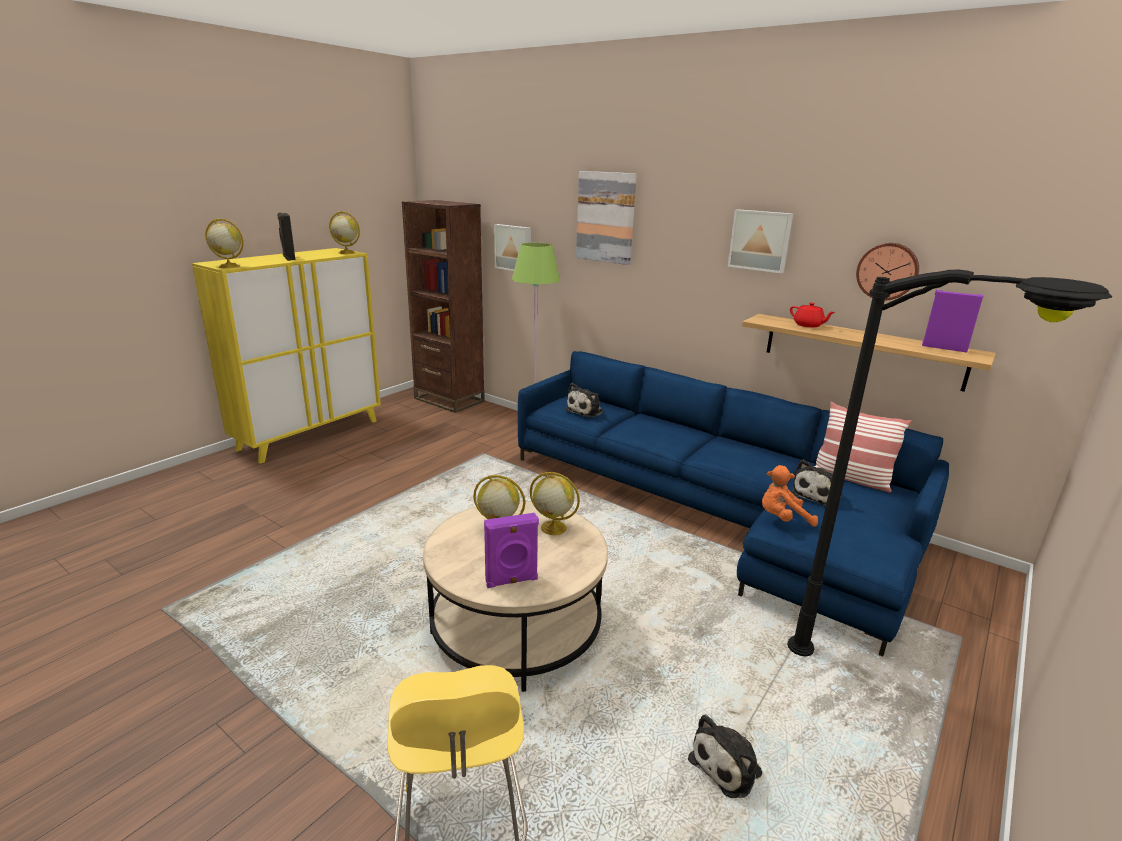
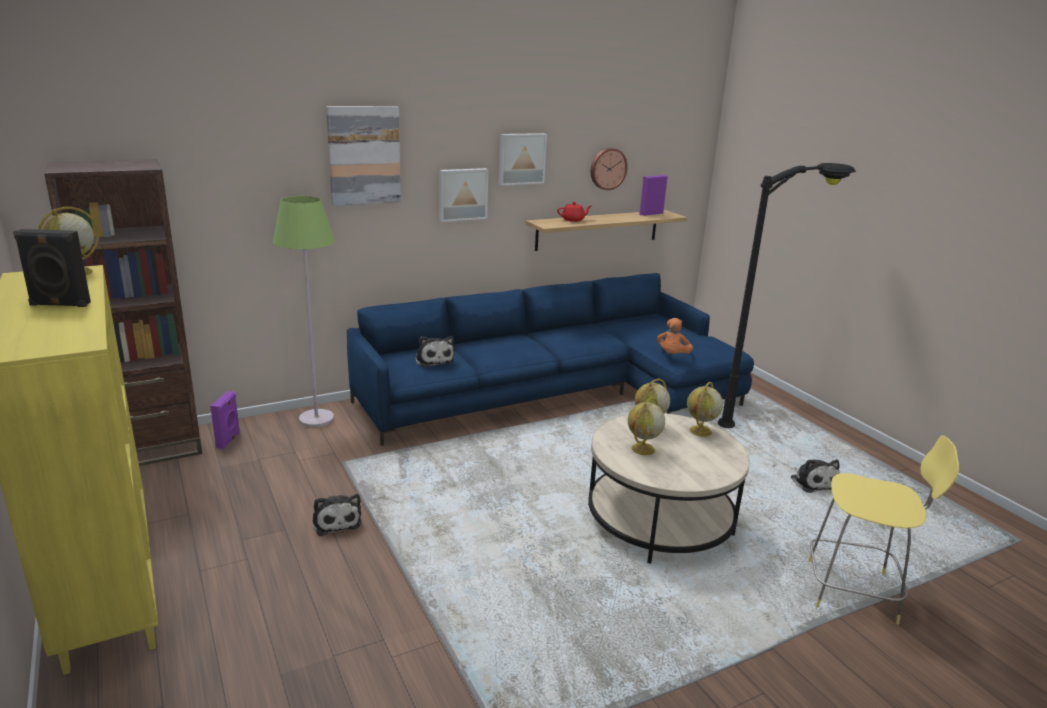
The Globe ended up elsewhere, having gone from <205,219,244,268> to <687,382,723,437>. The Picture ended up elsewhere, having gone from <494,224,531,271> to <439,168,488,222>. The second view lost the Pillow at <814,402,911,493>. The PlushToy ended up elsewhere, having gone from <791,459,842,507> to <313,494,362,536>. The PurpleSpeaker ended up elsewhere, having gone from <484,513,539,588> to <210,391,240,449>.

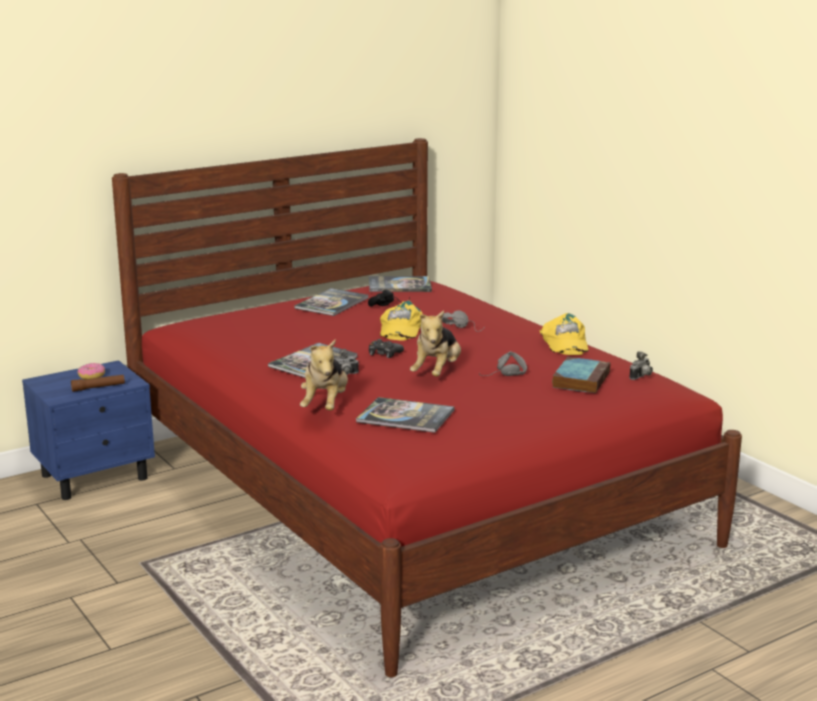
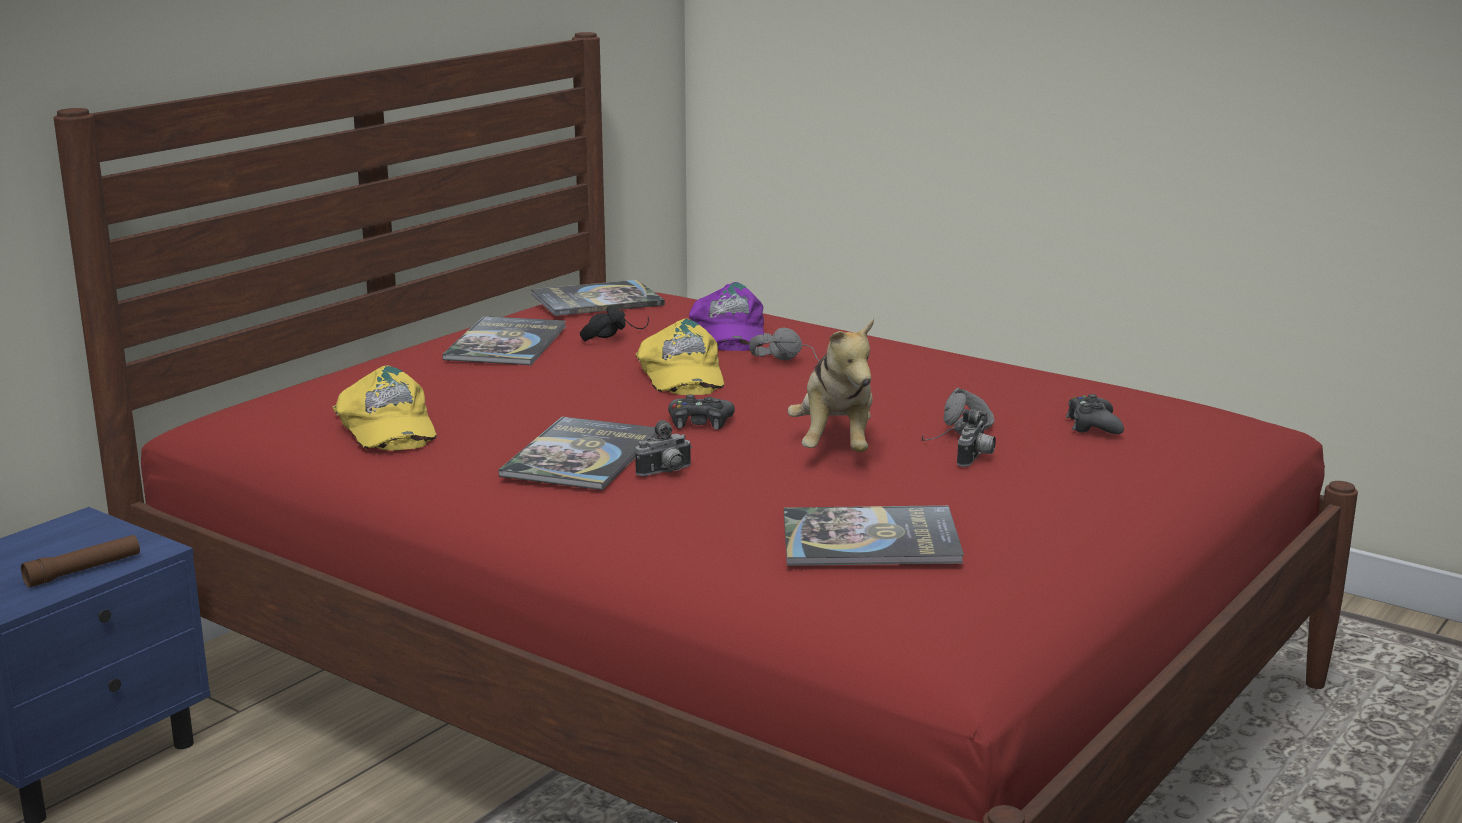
The YellowCap ended up elsewhere, having gone from <540,313,589,355> to <332,366,437,451>. The second view lost the PlushToy at <300,340,348,410>. The PhotoCamera ended up elsewhere, having gone from <629,351,653,380> to <957,409,996,467>. Where the Book stood at <552,357,610,394>, the BlackGameController came to stand at <1066,394,1124,434>. The second view lost the Donut at <77,363,105,379>. The second view gained the PurpleCap at <689,282,764,351>.

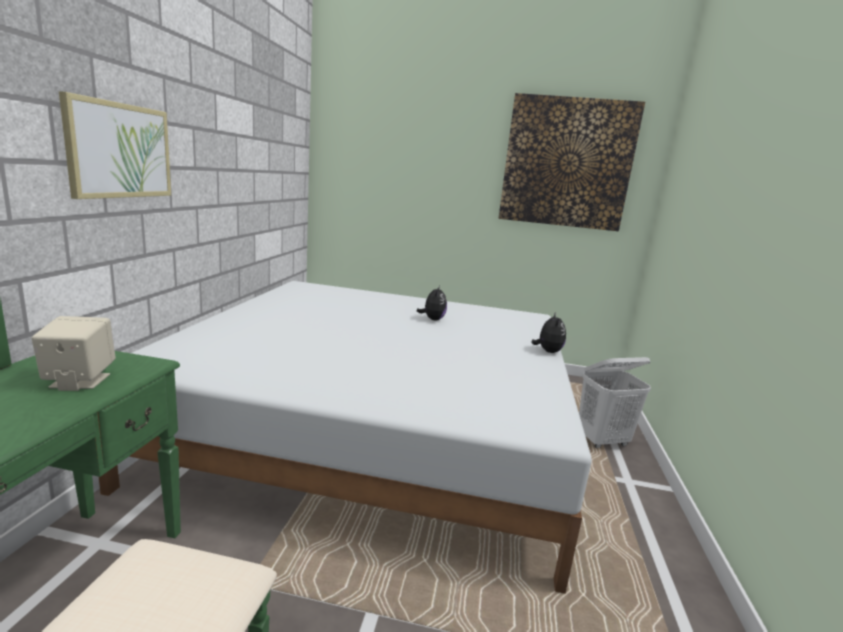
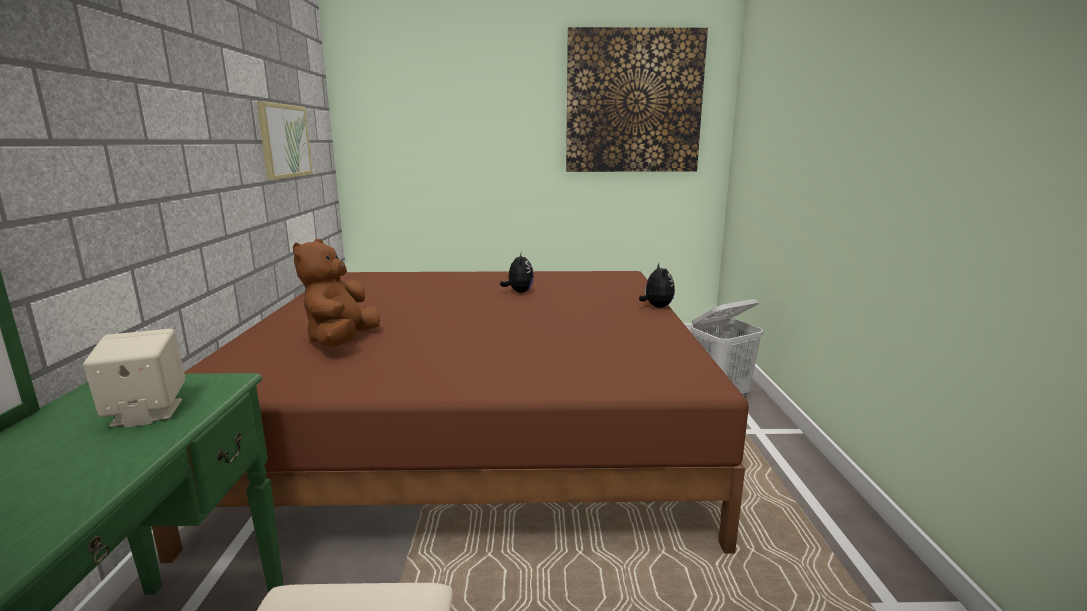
The Picture ended up elsewhere, having gone from <59,91,171,199> to <257,101,313,180>. What was the WhiteBed at <99,281,592,594> turned into the BrownBed at <152,271,749,563>. The second view gained the BrownPlushToy at <293,239,380,346>.

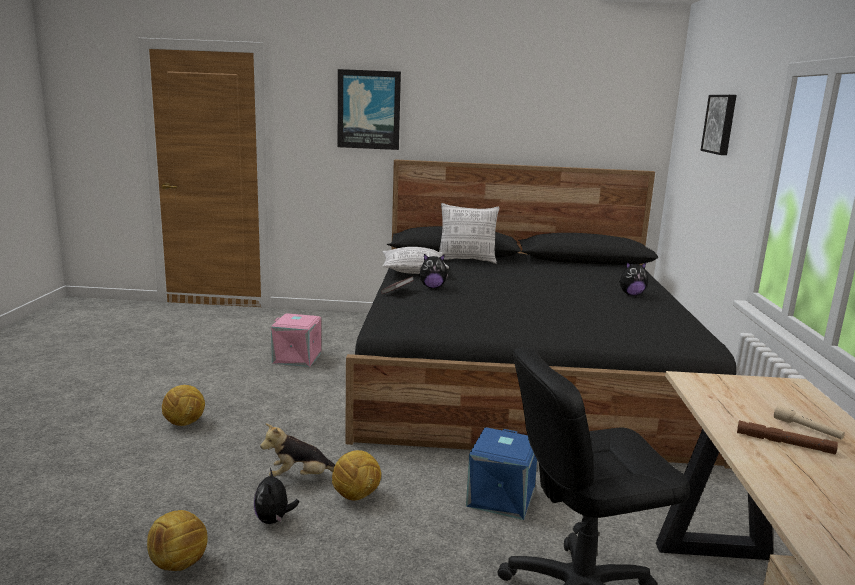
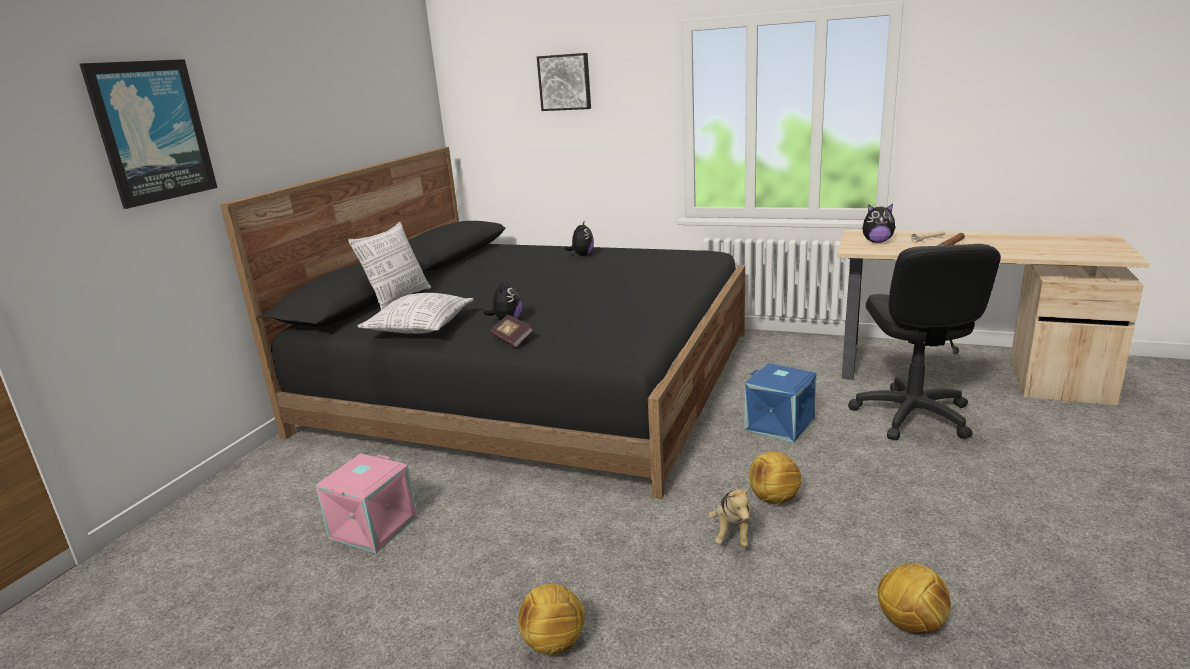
The PlushToy ended up elsewhere, having gone from <254,468,299,524> to <862,204,896,243>.

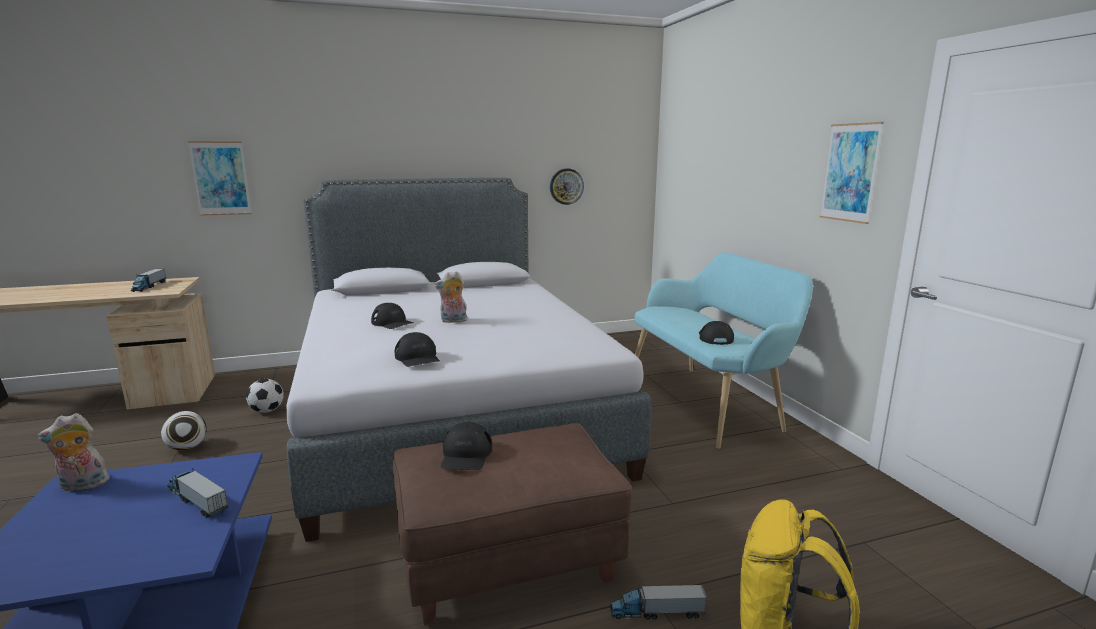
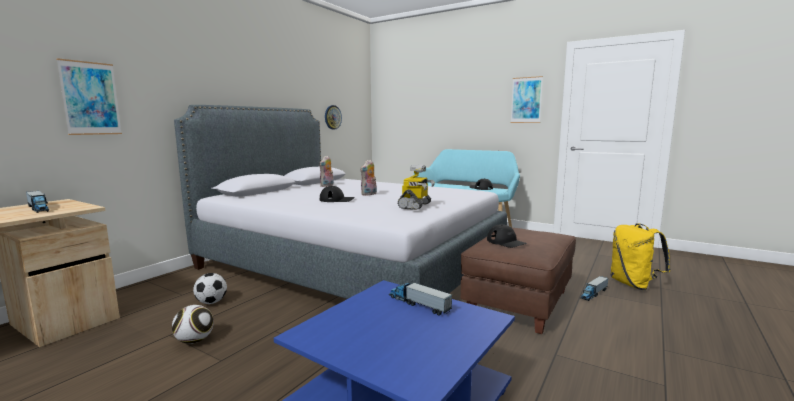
Where the BlackCap stood at <395,332,440,367>, the ToyRobot came to stand at <397,165,435,210>. The PlushToy ended up elsewhere, having gone from <38,413,109,492> to <319,155,334,187>. The ToyTruck at <167,468,228,518> ended up facing another way, 45 degrees clockwise from before.

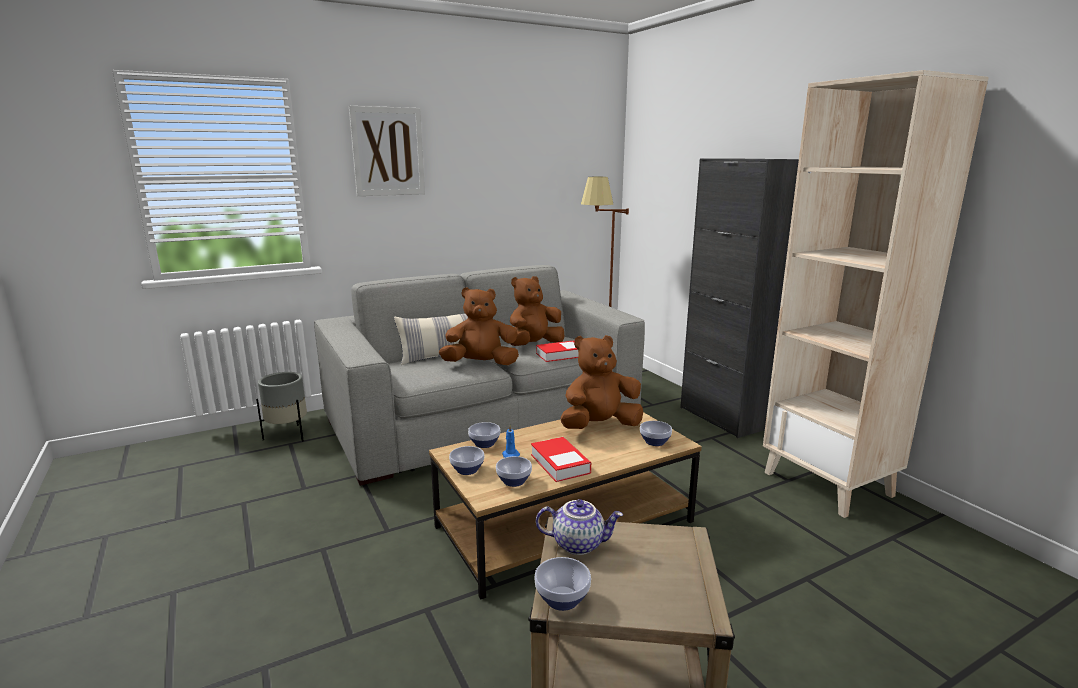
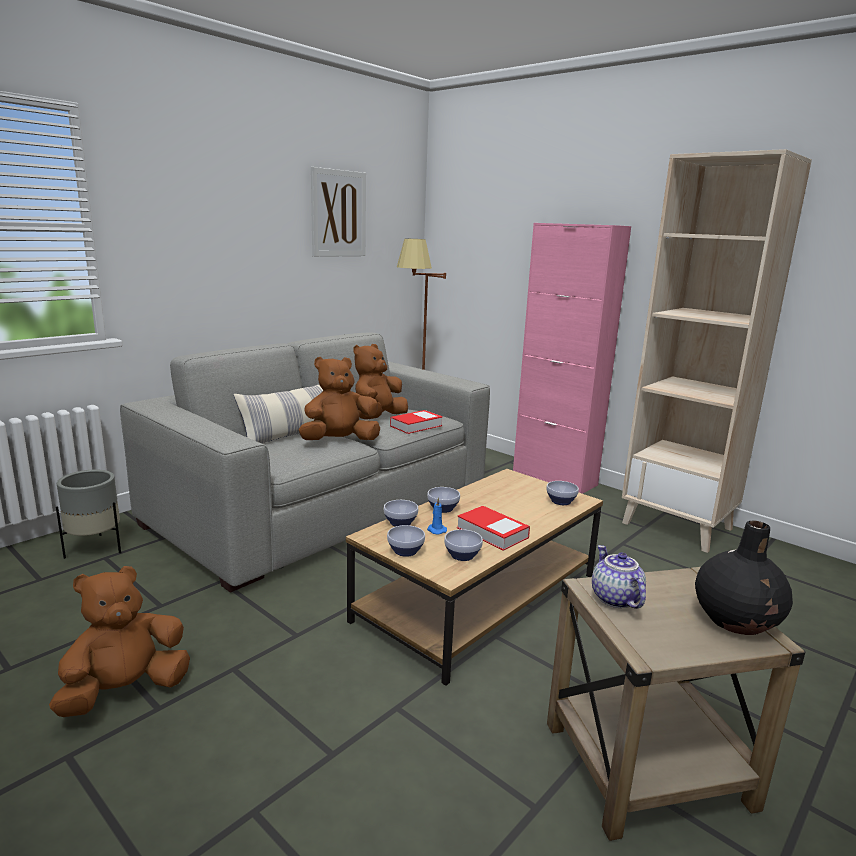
The Picture ended up elsewhere, having gone from <349,106,425,196> to <311,167,366,257>. What was the BlackCabinet at <680,158,799,438> turned into the PinkCabinet at <513,223,631,494>. The BrownPlushToy ended up elsewhere, having gone from <561,335,643,429> to <49,566,190,717>. The Teapot at <536,499,623,555> ended up facing another way, 90 degrees counterclockwise from before. The Bowl ended up elsewhere, having gone from <534,557,591,611> to <427,487,460,513>. The second view gained the BlackVase at <695,521,793,635>.

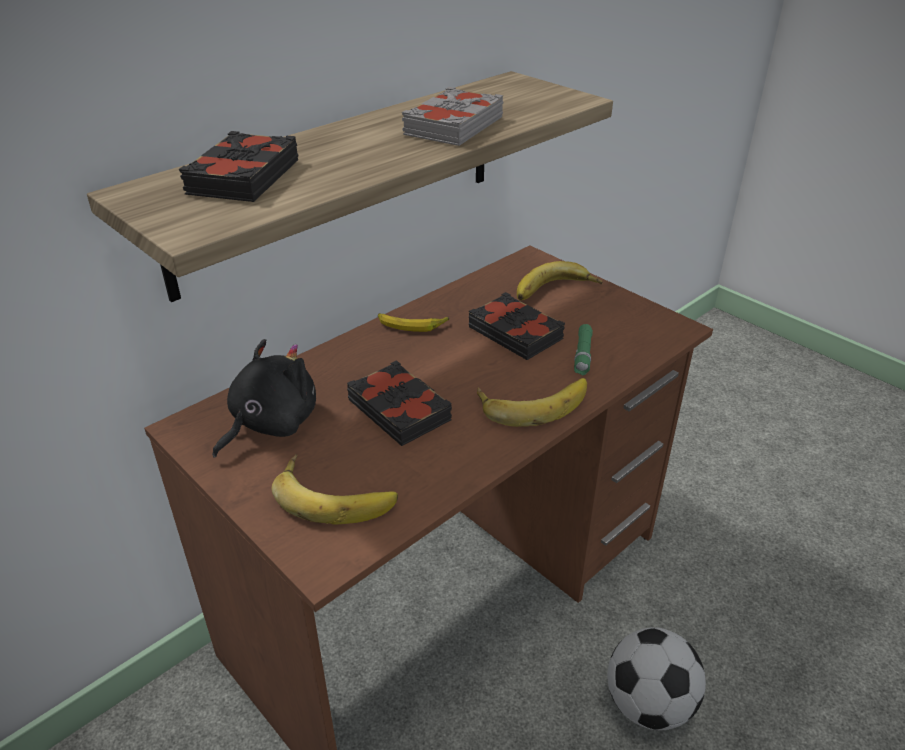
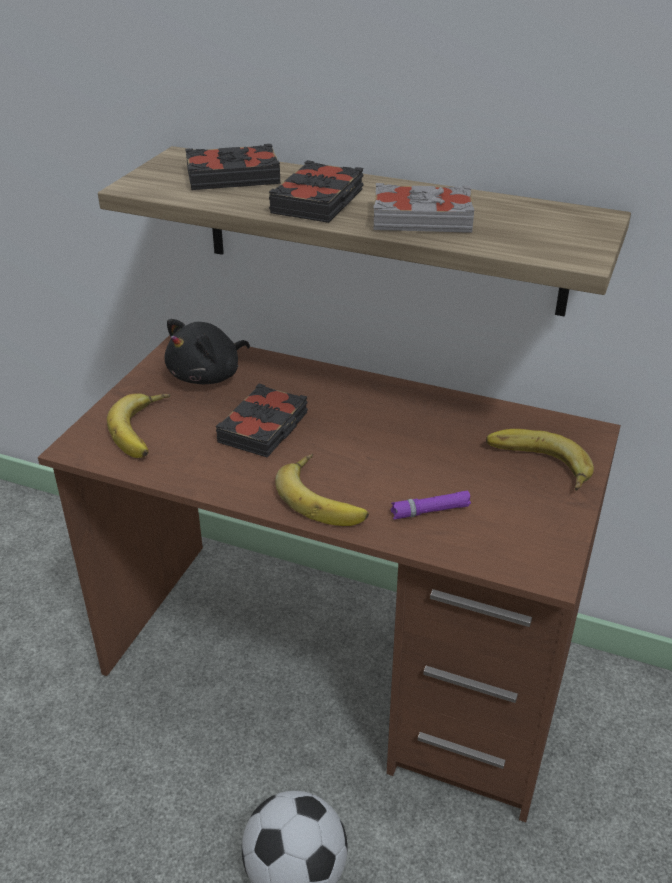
The BlackBook ended up elsewhere, having gone from <469,292,565,360> to <269,160,364,223>. The second view lost the Banana at <378,313,449,332>. What was the GreenFlashlight at <574,324,593,375> turned into the PurpleFlashlight at <391,491,471,519>. The BlackPlushToy at <212,339,316,458> ended up facing another way, 120 degrees clockwise from before.

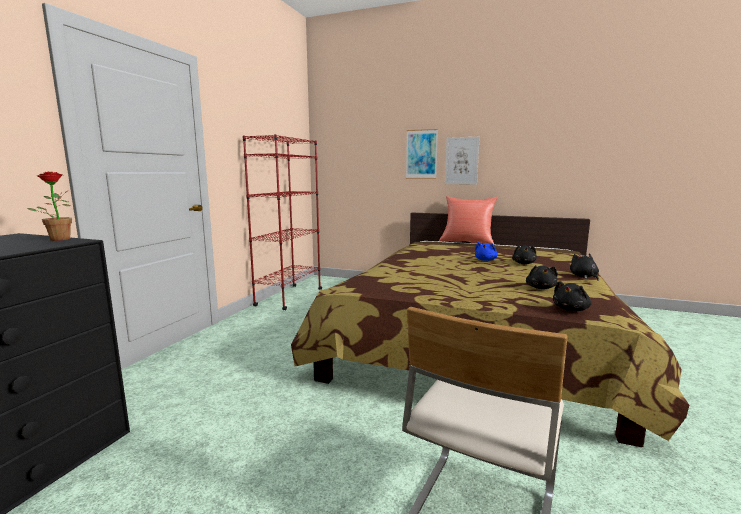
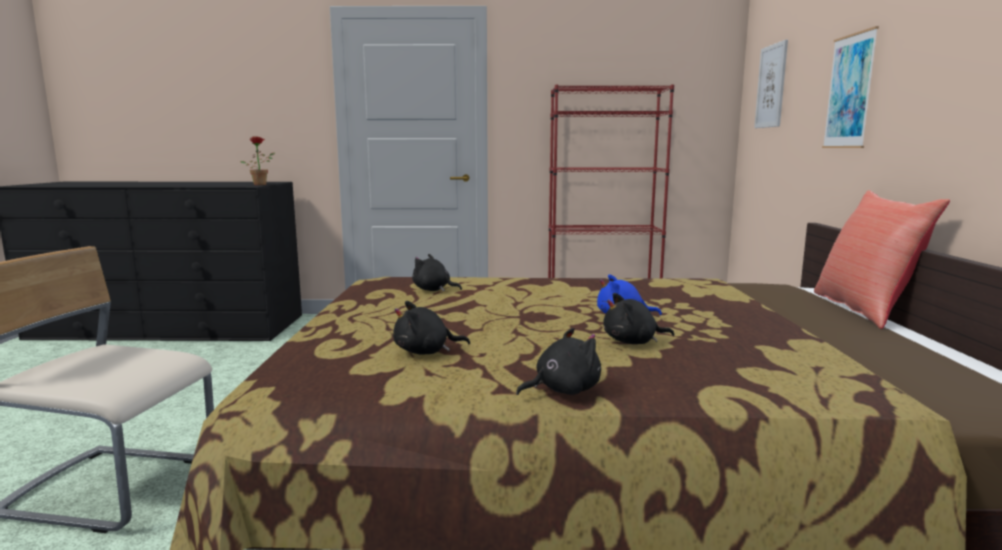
The Picture ended up elsewhere, having gone from <445,137,480,185> to <754,40,788,128>. The BlackPlushToy ended up elsewhere, having gone from <553,281,592,311> to <412,254,462,291>.

